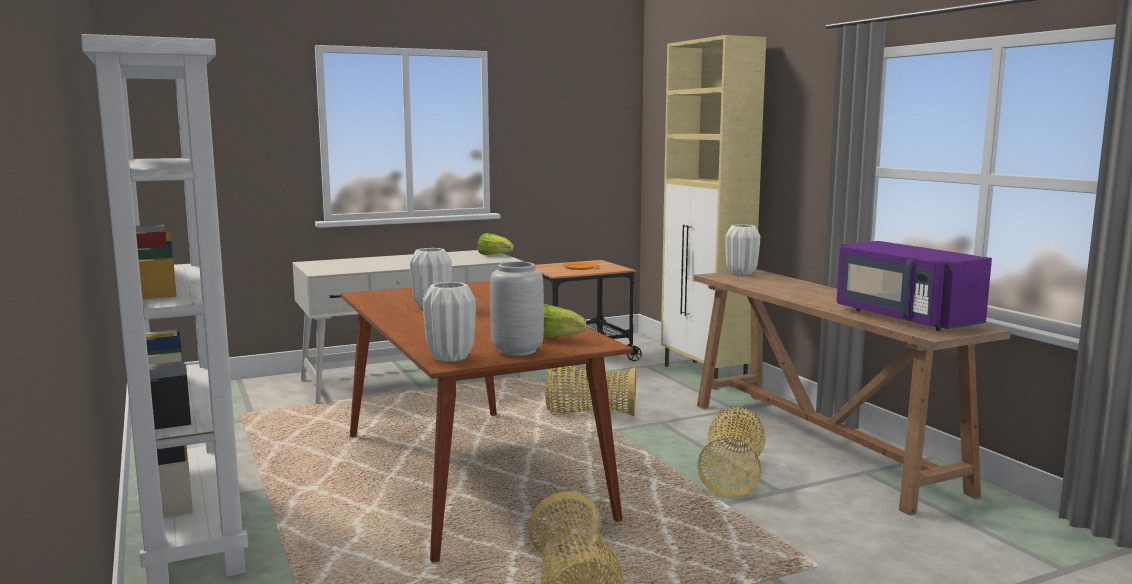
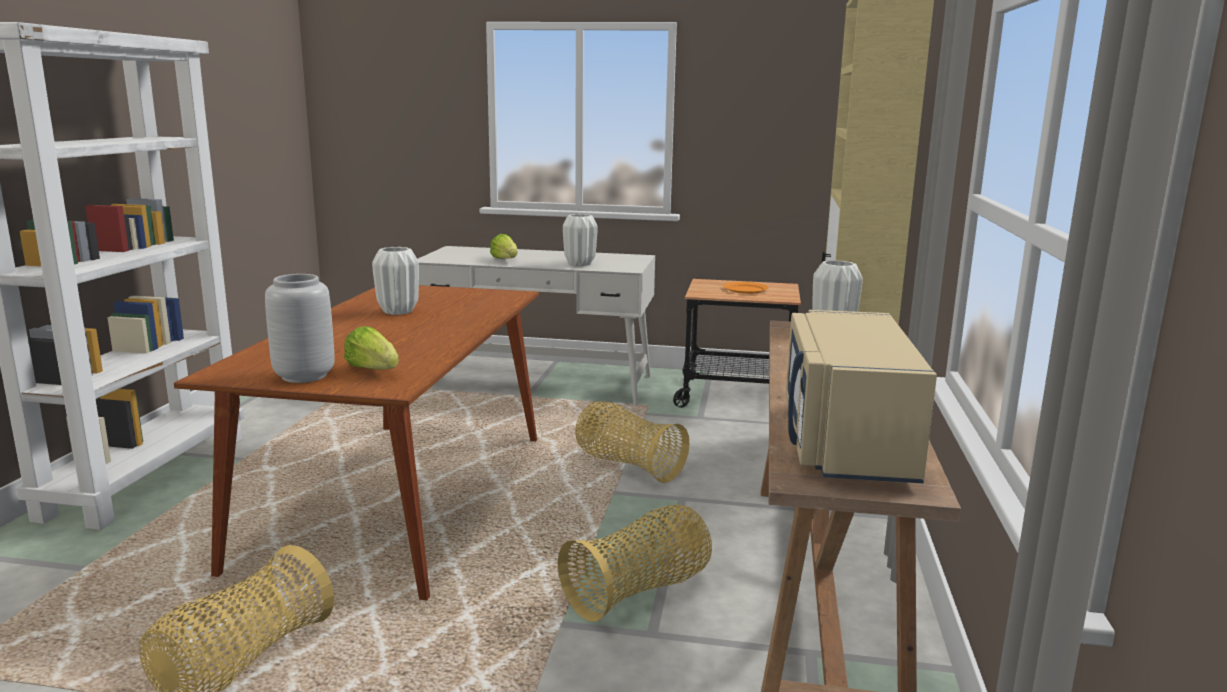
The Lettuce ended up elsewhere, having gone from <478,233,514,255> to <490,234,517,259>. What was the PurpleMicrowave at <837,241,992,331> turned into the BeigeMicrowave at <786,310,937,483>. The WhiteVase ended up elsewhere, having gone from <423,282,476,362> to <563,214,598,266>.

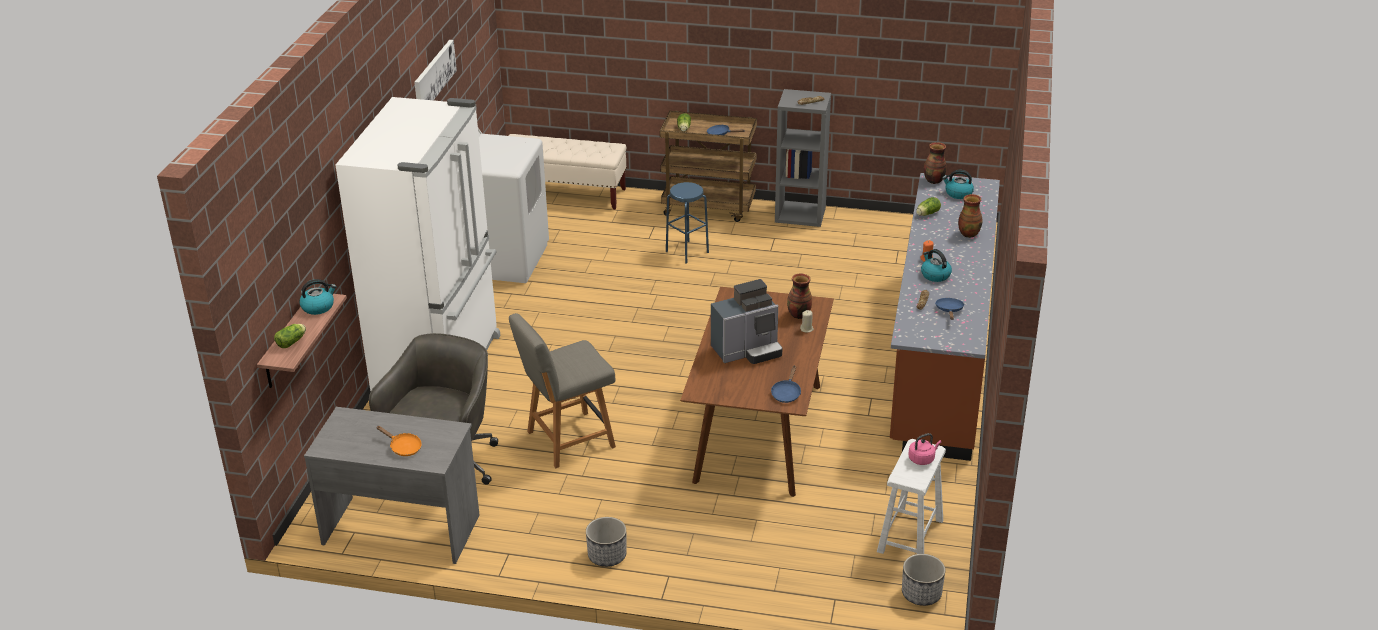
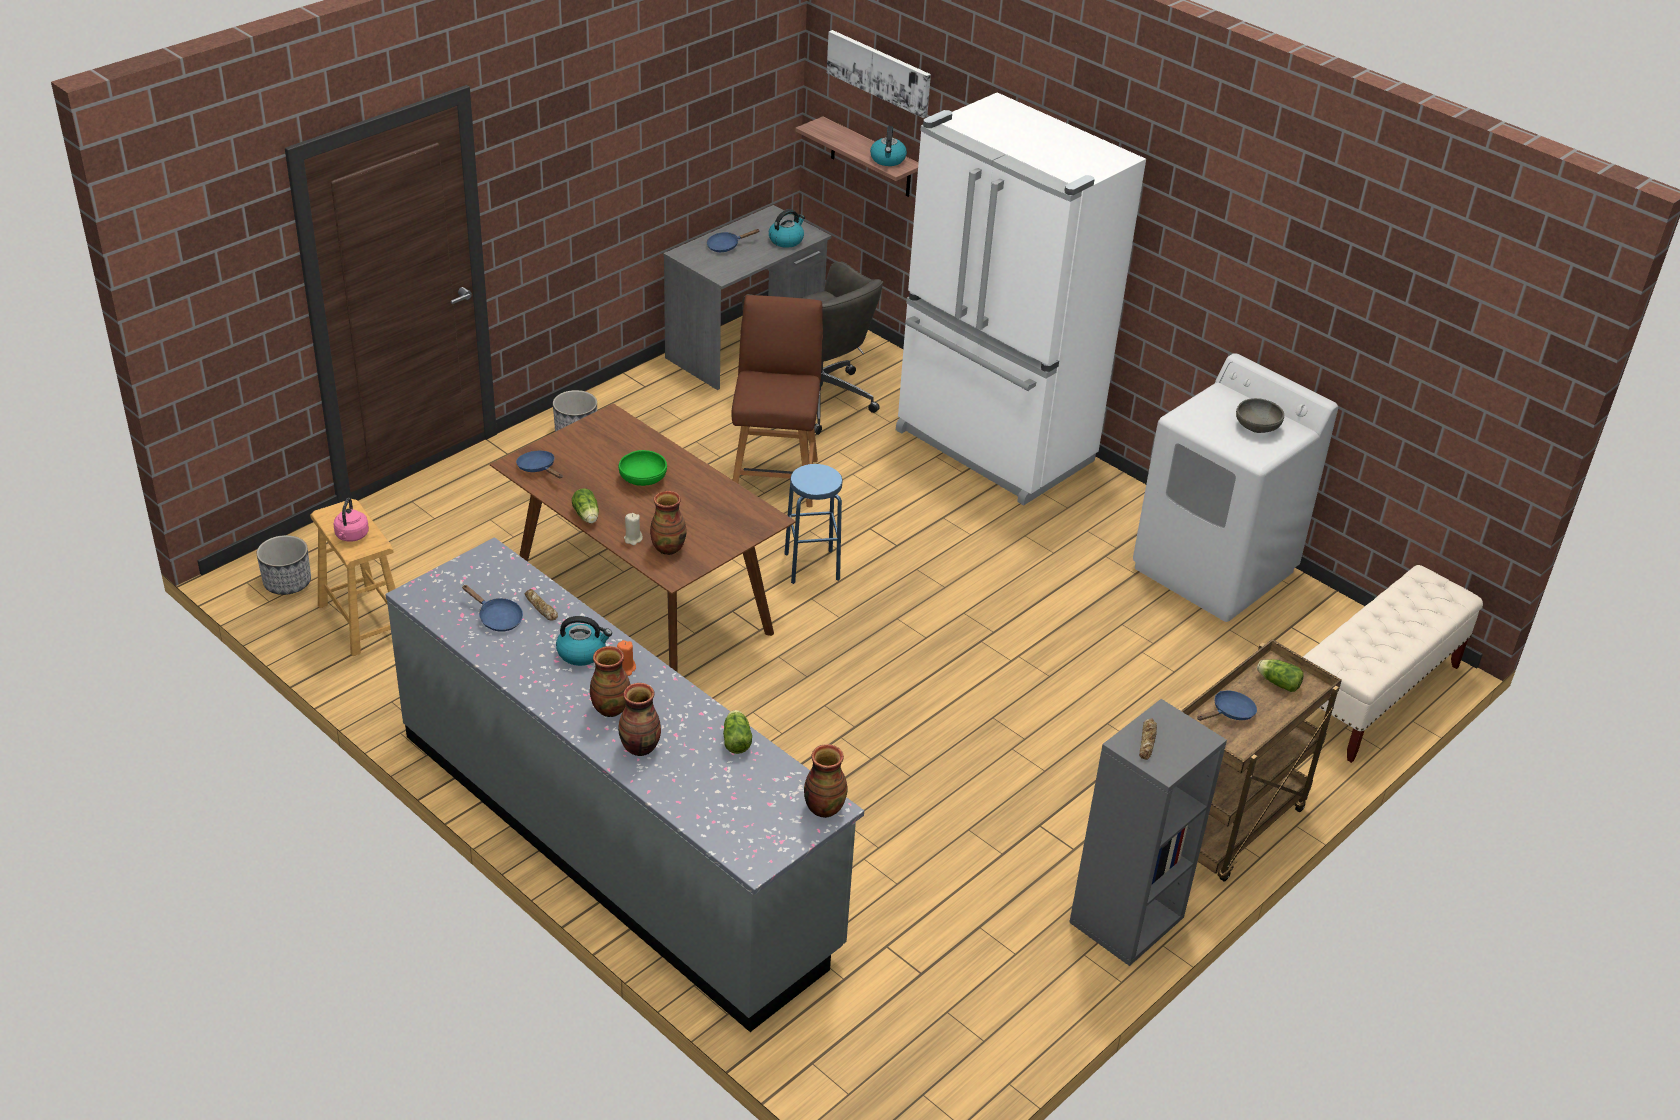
The Picture ended up elsewhere, having gone from <414,40,457,100> to <827,30,931,118>. The Kettle ended up elsewhere, having gone from <942,170,974,199> to <769,209,805,248>. What was the BrownCounter at <890,173,1000,461> turned into the GreyCounter at <385,537,864,1032>. The BlueStool ended up elsewhere, having gone from <666,182,709,263> to <784,464,843,584>. Where the CoffeeMachine stood at <711,279,782,364>, the GreenBowl came to stand at <619,450,667,486>. What was the GreyChair at <509,313,616,468> turned into the BrownChair at <731,295,823,507>. The Lettuce ended up elsewhere, having gone from <274,324,306,348> to <572,488,599,523>. What was the OrangeFryingPan at <376,426,422,456> turned into the BlueFryingPan at <707,229,760,252>. What was the WhiteStool at <877,439,946,554> turned into the BrownStool at <310,499,396,656>. The second view gained the GreyBowl at <1236,398,1284,433>. The second view gained the Vase at <590,646,631,717>.

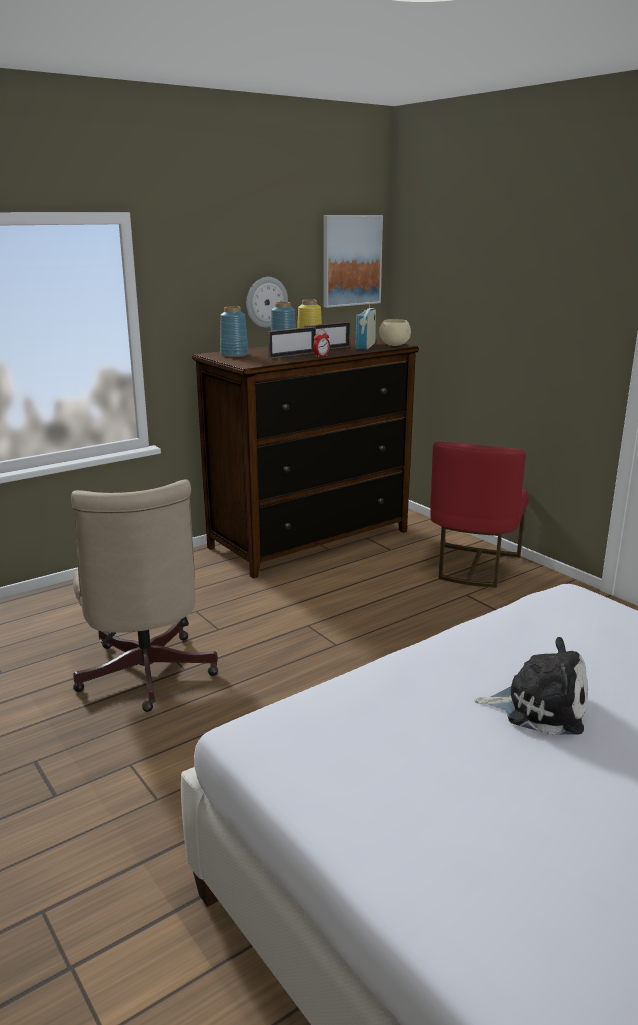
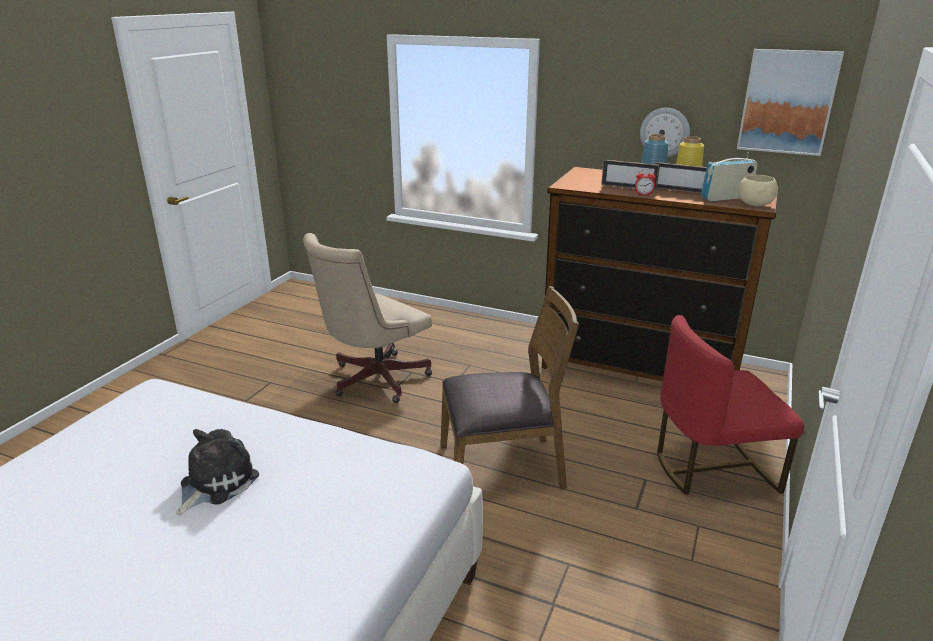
The second view lost the BlueVase at <220,306,249,357>. The PlushToy at <474,637,588,735> ended up facing another way, 135 degrees counterclockwise from before. The second view gained the BrownChair at <440,286,579,489>.

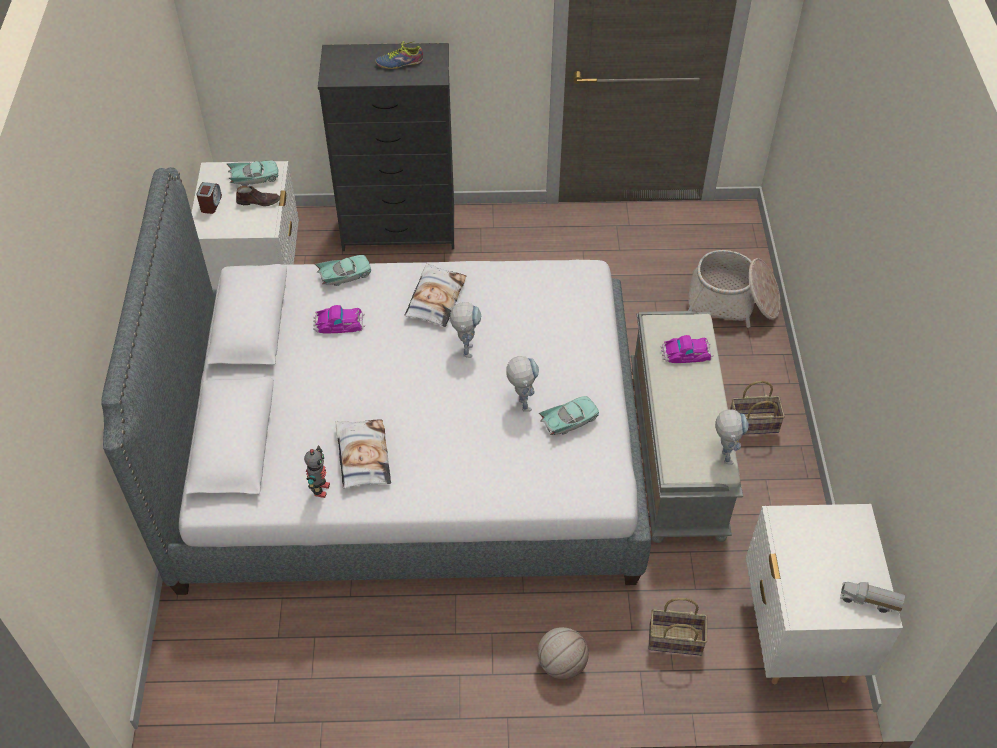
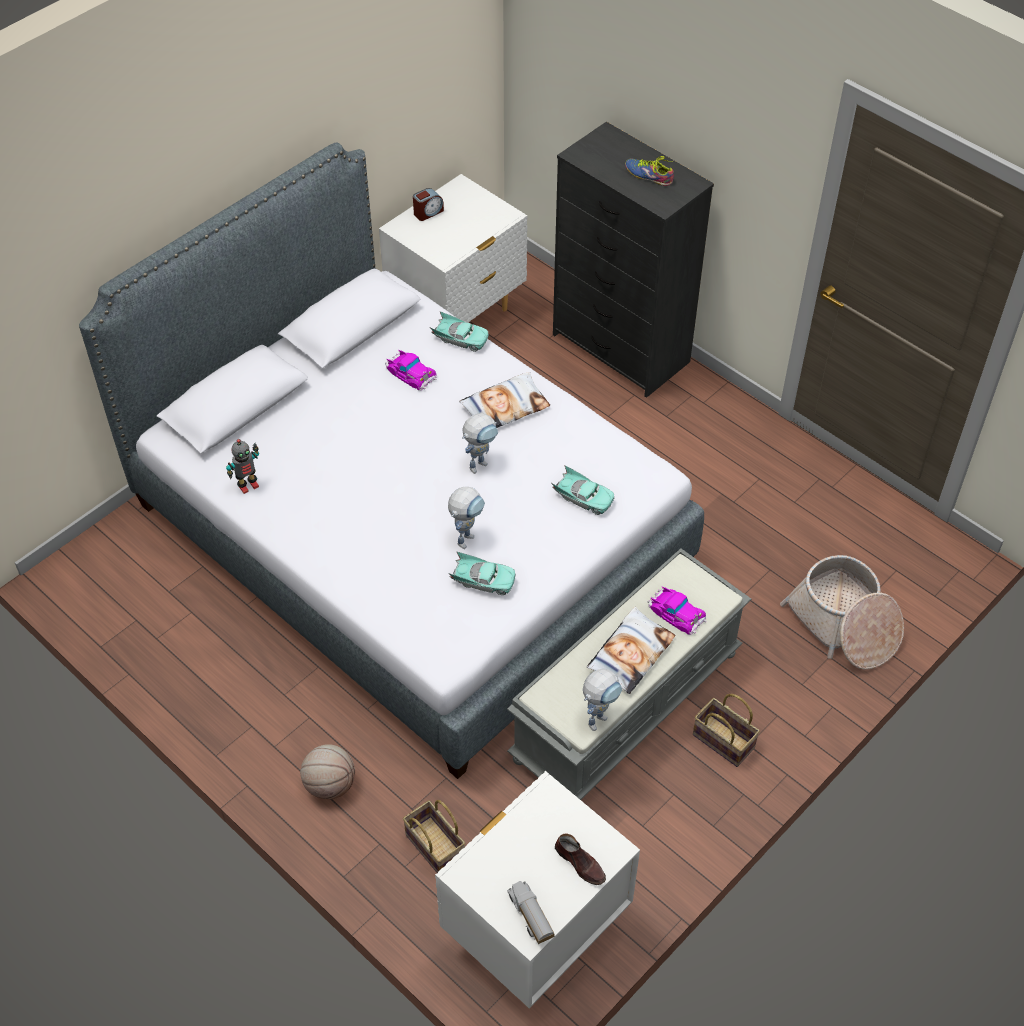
The TurquoiseToyCar ended up elsewhere, having gone from <226,160,278,186> to <551,465,615,515>. The BrownShoe ended up elsewhere, having gone from <236,186,280,206> to <555,834,606,885>. The Pillow ended up elsewhere, having gone from <335,419,391,489> to <587,607,676,694>.

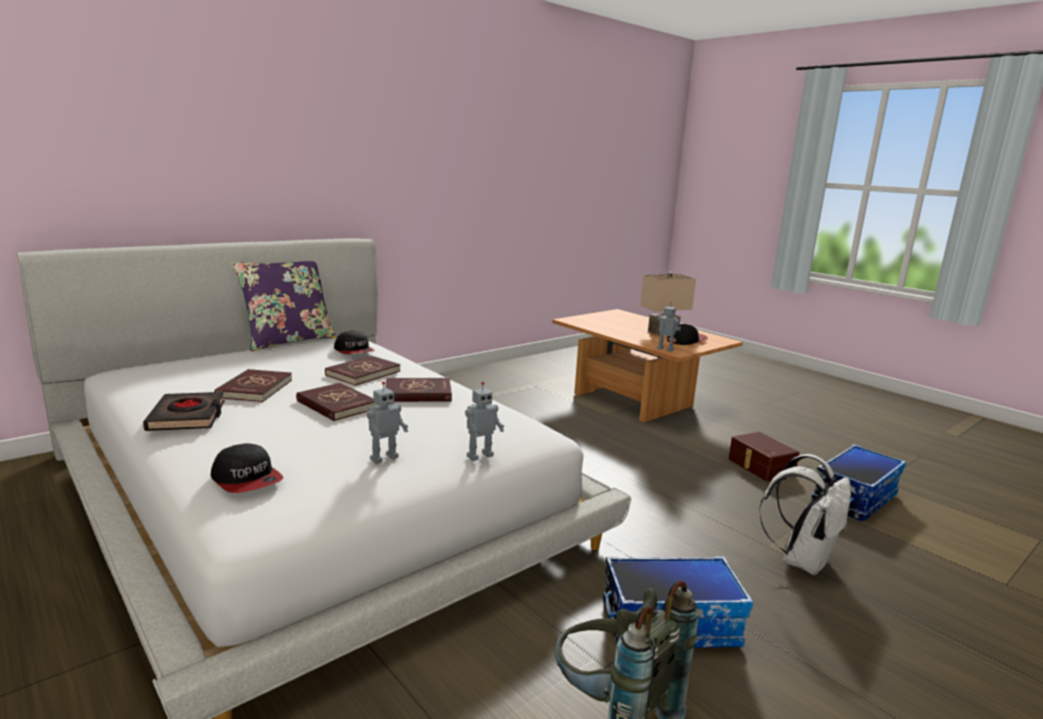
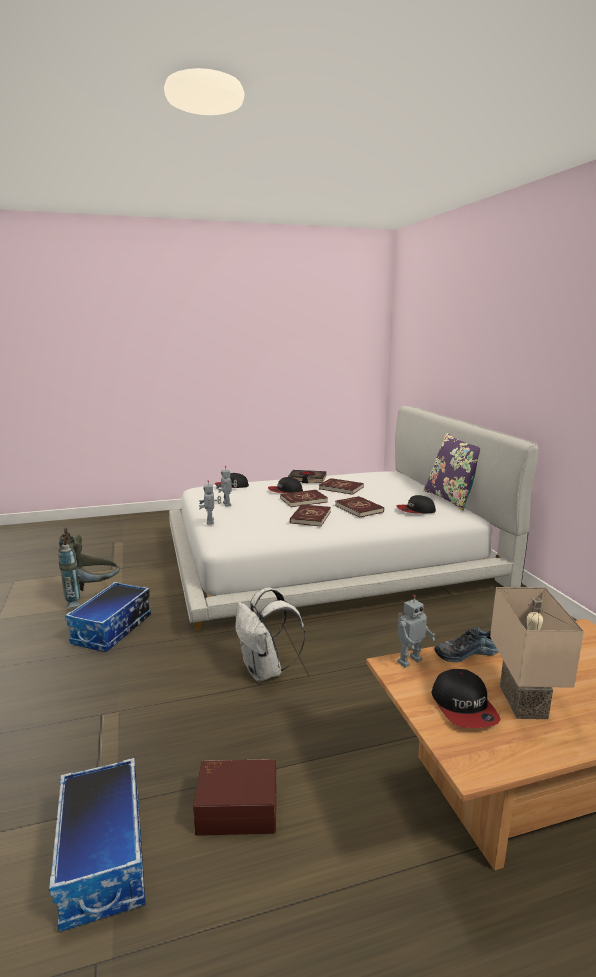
The WhiteBackpack ended up elsewhere, having gone from <759,454,851,575> to <235,587,305,682>. The second view gained the Cap at <268,477,303,493>. The second view gained the Shoe at <434,627,498,662>.

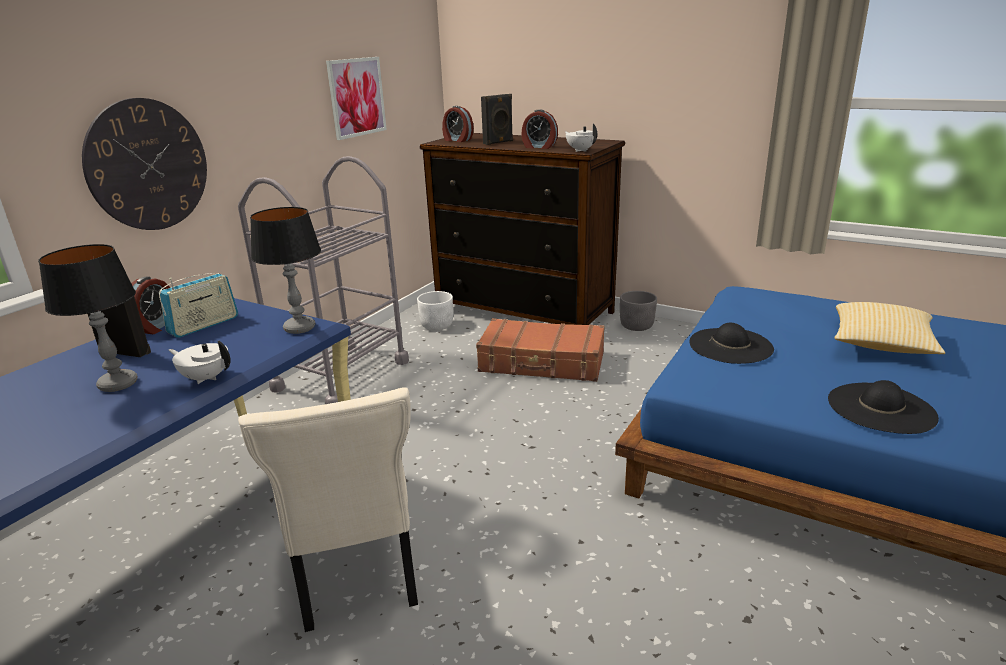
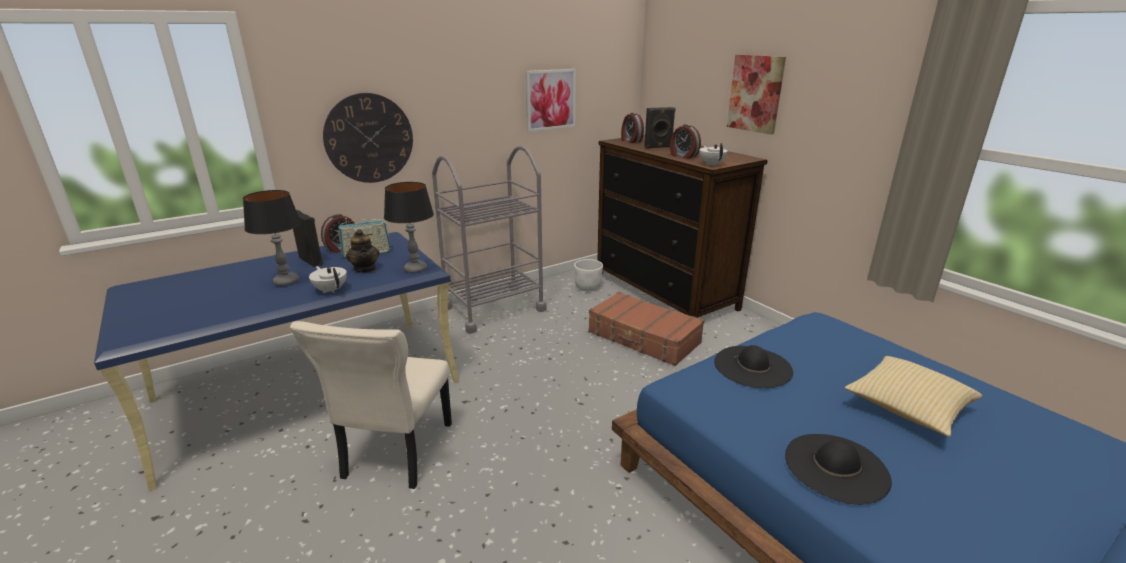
The second view lost the GreyPlanter at <620,291,657,331>. The second view gained the Picture at <727,54,786,135>. The second view gained the Teapot at <346,229,379,273>.

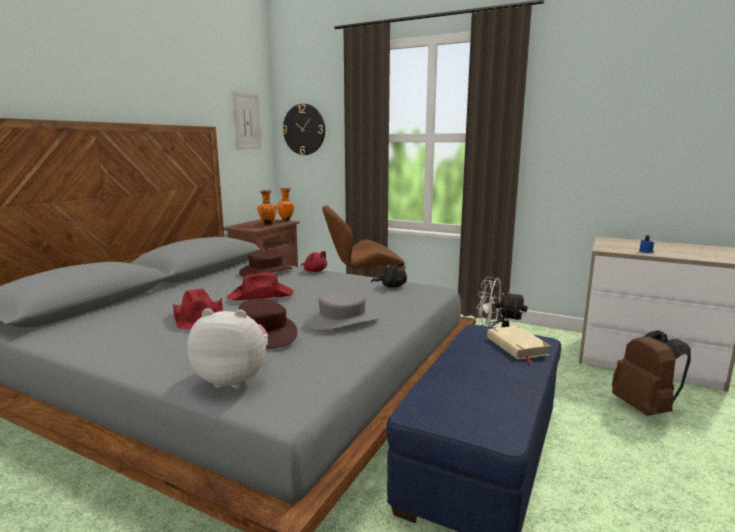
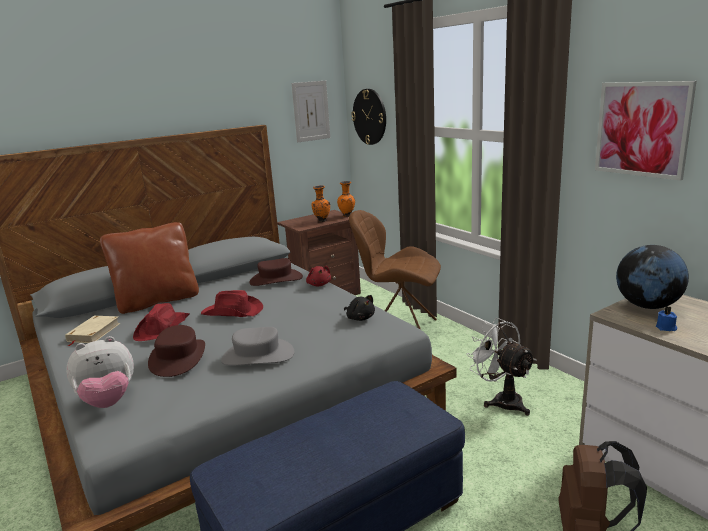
The PlushToy at <187,308,268,389> ended up facing another way, 120 degrees clockwise from before. The BeigeBook ended up elsewhere, having gone from <487,326,550,363> to <65,316,120,346>. The second view gained the Picture at <595,81,696,181>. The second view gained the BrownPillow at <100,222,199,314>. The second view gained the Globe at <616,245,689,309>.

